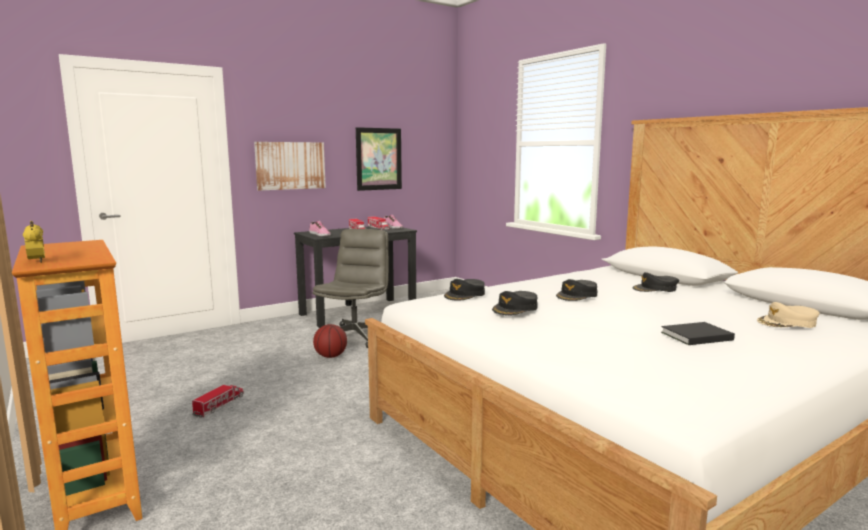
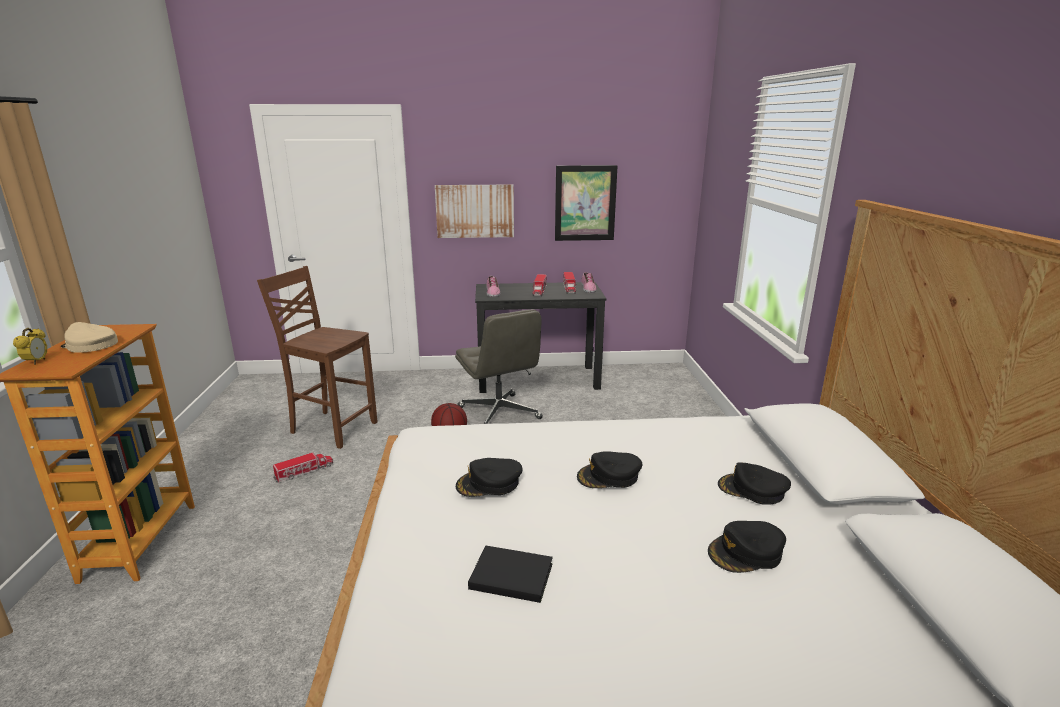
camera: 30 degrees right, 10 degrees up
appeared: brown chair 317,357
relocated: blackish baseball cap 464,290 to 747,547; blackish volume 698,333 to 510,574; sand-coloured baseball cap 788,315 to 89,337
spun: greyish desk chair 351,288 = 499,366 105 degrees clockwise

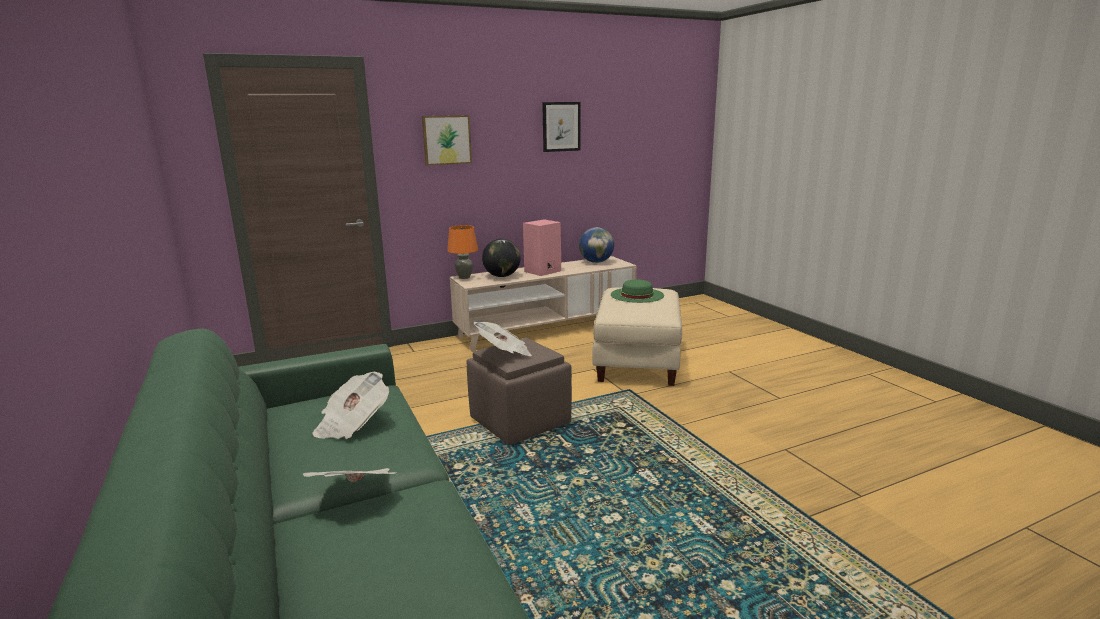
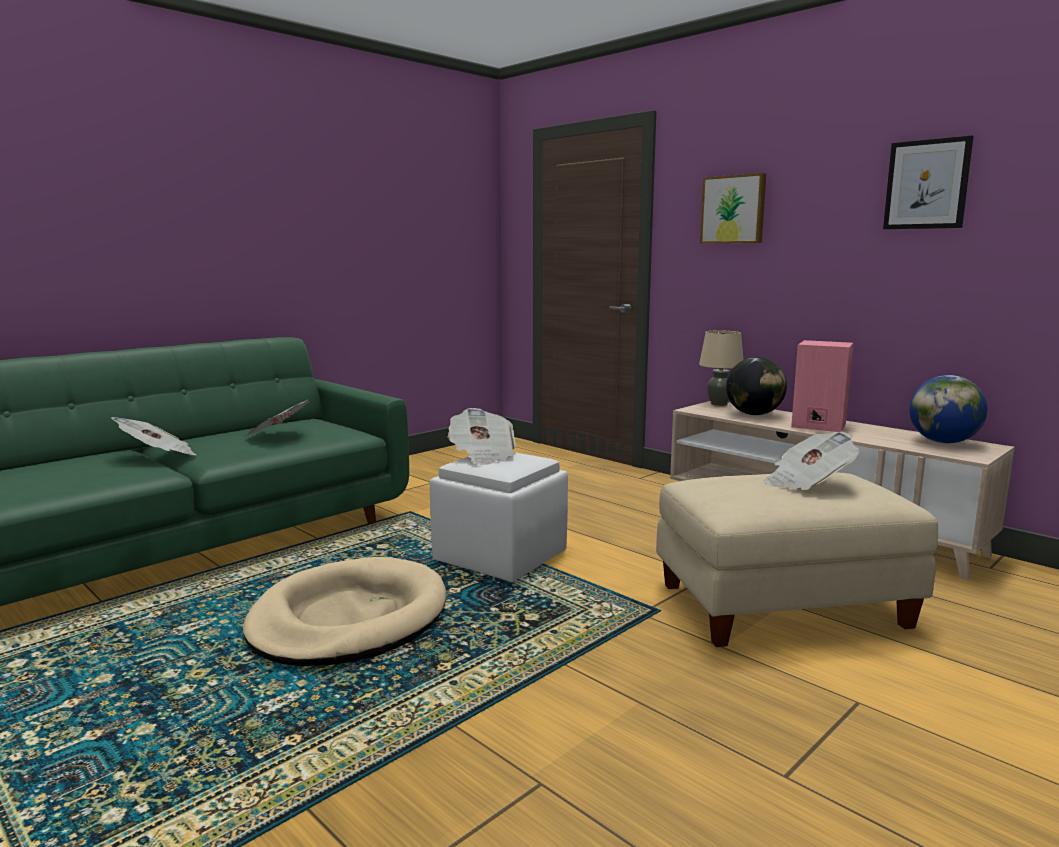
camera: 70 degrees right, 5 degrees down
appeared: sand-coloured pet bed 344,611
exchanged: greenish wearable hat 637,291 to printed paper 811,461
colour: orangey tabletop lamp 462,252 to sand-coloured tabletop lamp 721,368; brown footrest 519,391 to white footrest 499,517

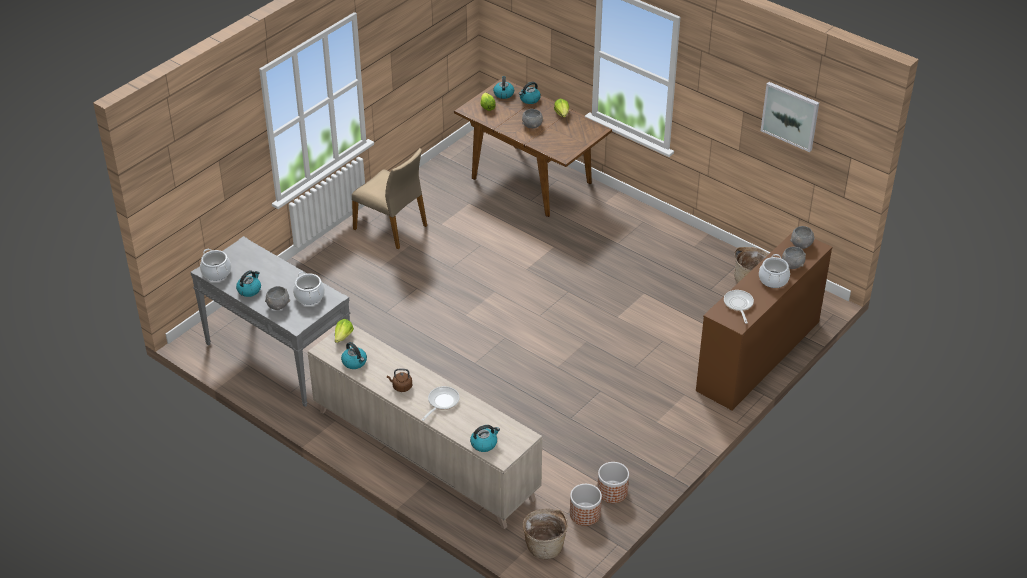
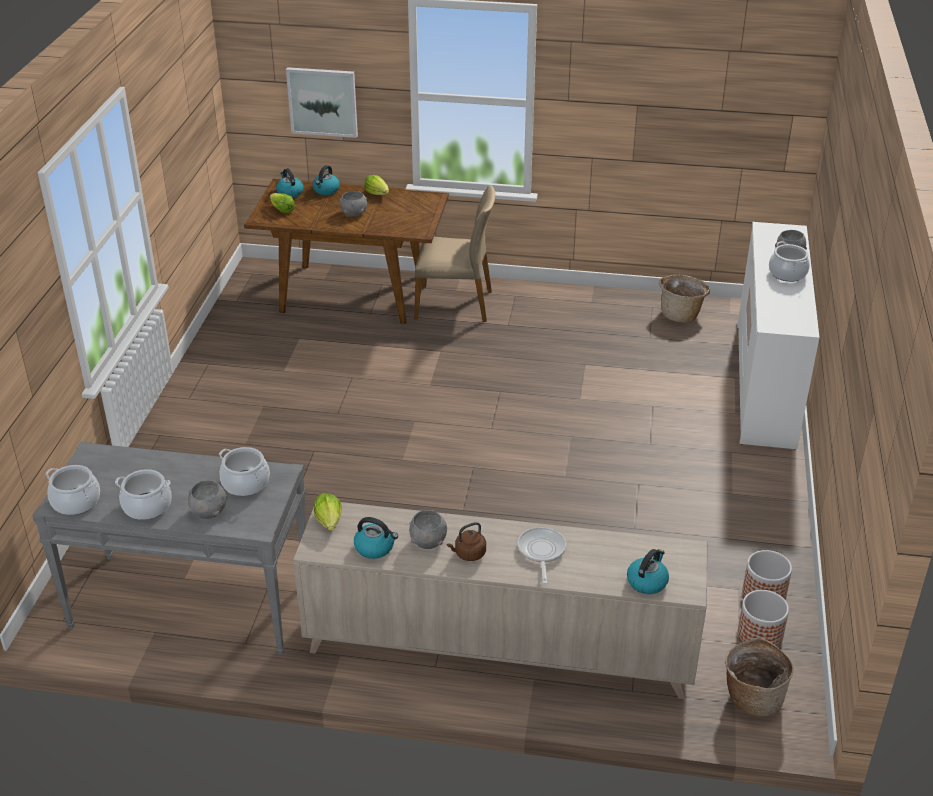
camera: 30 degrees left, 5 degrees down
missing: pan 739,306
relocated: sand-coloured chair 389,198 to 454,253; wall picture 790,117 to 322,102; greyish serving bowl 802,237 to 428,529
exchanged: kettle 248,284 to saucepot 143,494
colour: brown drawer chest 764,321 to white drawer chest 778,336

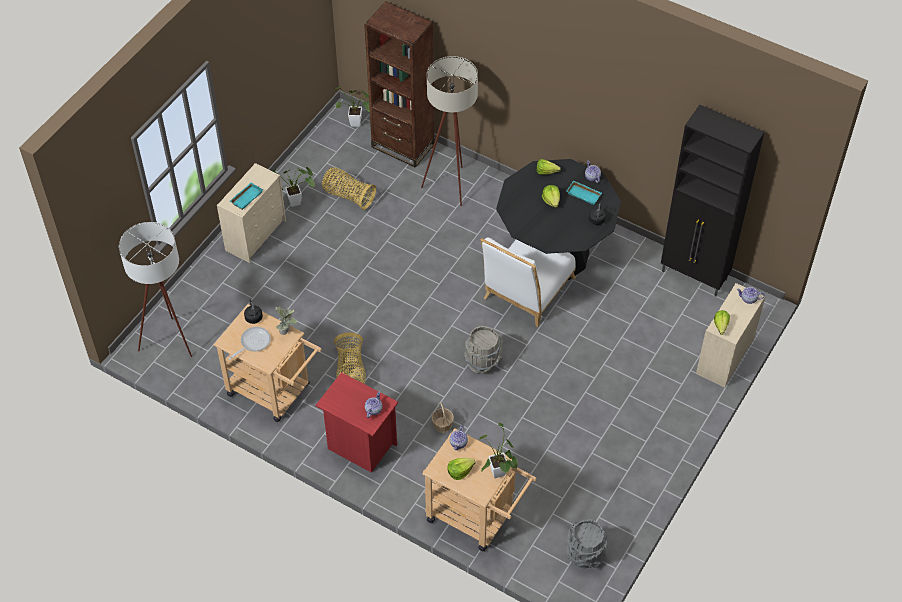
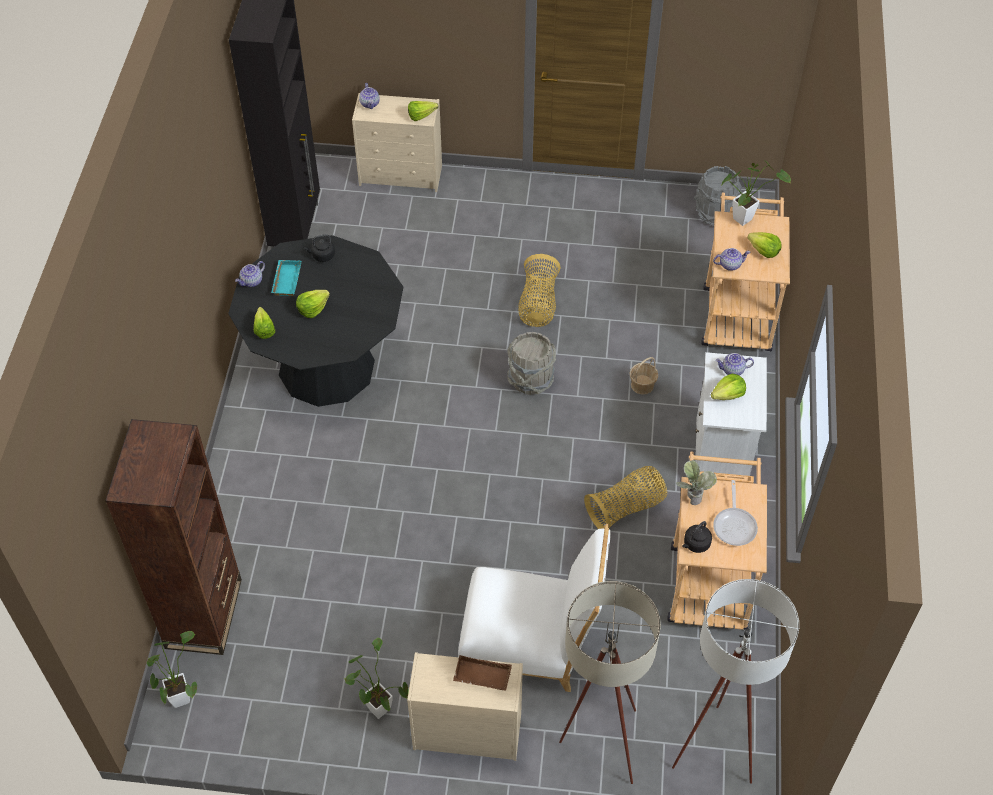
camera: 115 degrees left, 0 degrees up
appeared: lettuce 728,387
relocated: household basket 349,188 to 540,290; sand-coloured standard lamp 449,131 to 610,682; white chair 528,282 to 534,608
colour: turquoise-coloured carrying tray 246,196 to brown carrying tray 482,672; reddish nightstand 357,422 to white nightstand 731,414
spun: pan 249,343 = 735,513 105 degrees counterclockwise

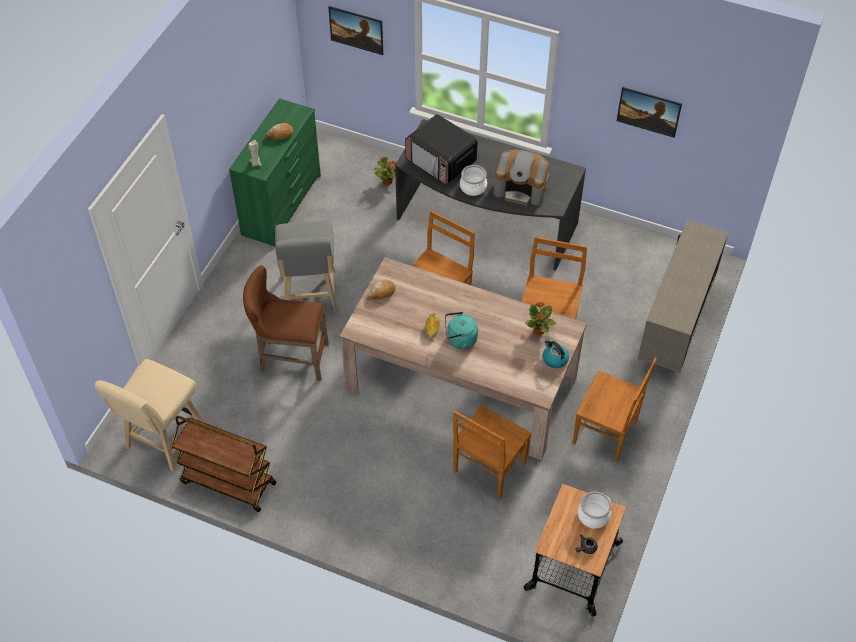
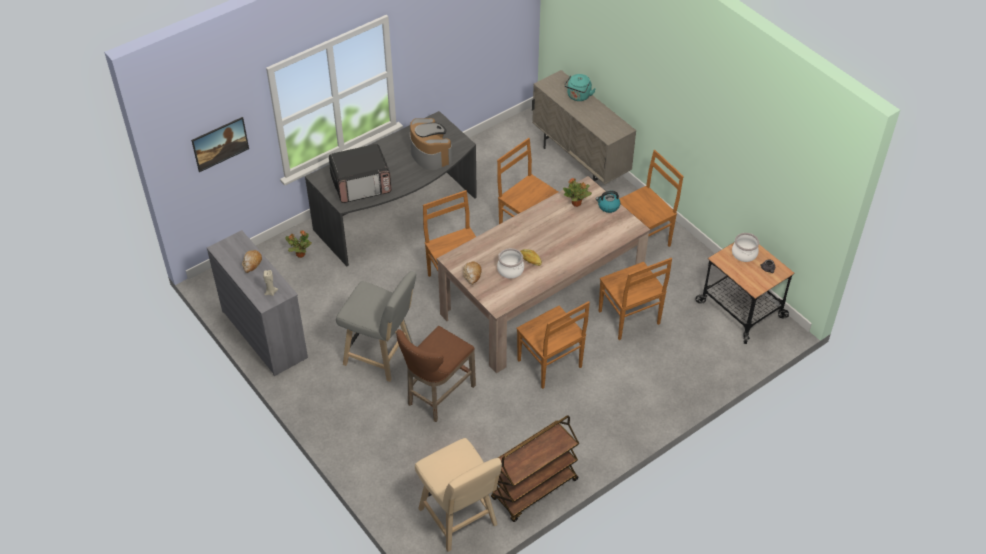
camera: 60 degrees left, 5 degrees down
missing: wall picture 649,112
appeared: brown chair 553,345
relocated: turquoise-coloured kettle 461,330 to 579,87; saucepot 473,180 to 510,263
colour: greenish drawer chest 275,172 to greyish drawer chest 257,303
spun: coffee machine 521,178 = 431,144 75 degrees counterclockwise

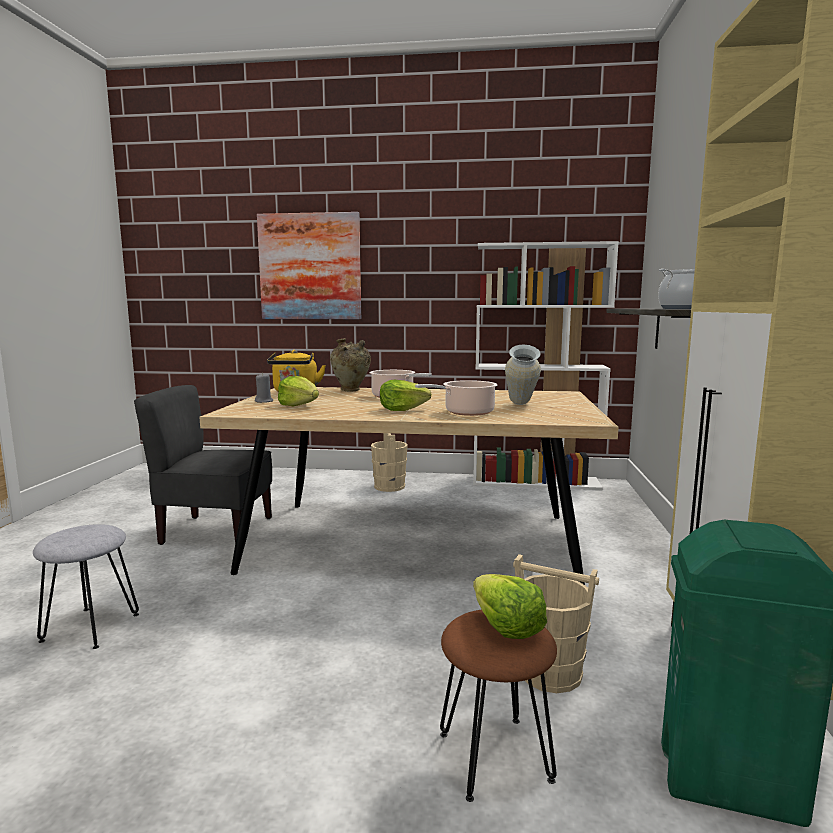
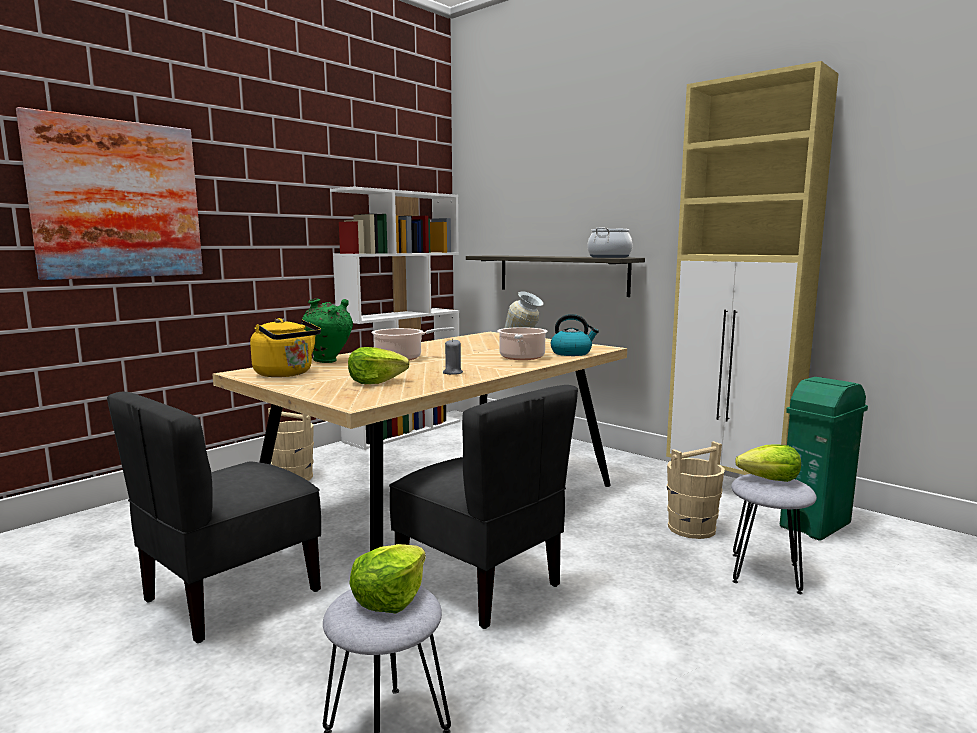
camera: 55 degrees left, 0 degrees up
appeared: greyish chair 483,507; kettle 575,335
relocated: greyish wax candle 264,388 to 453,357; lettuce 406,395 to 387,578
colour: sand-coloured flower vase 350,365 to greenish flower vase 327,331; brown stool seat 498,706 to greyish stool seat 774,534

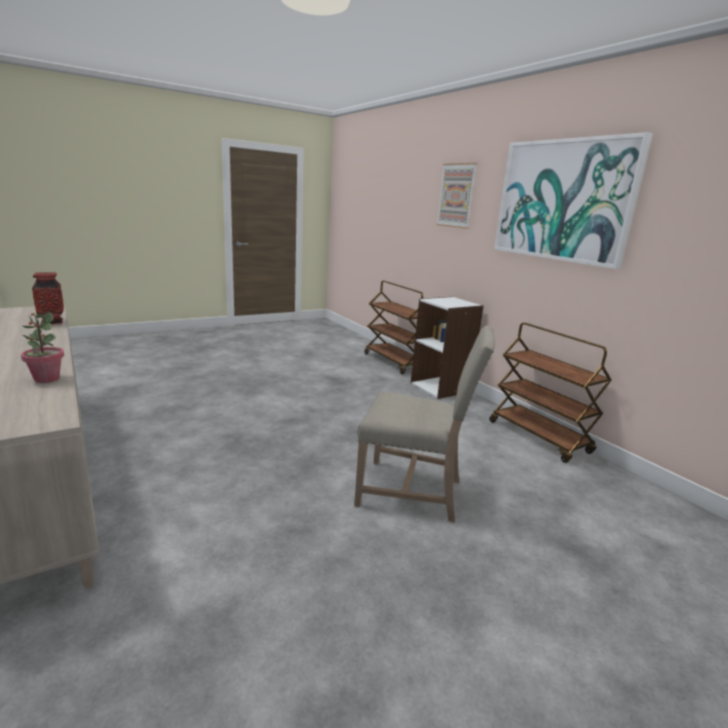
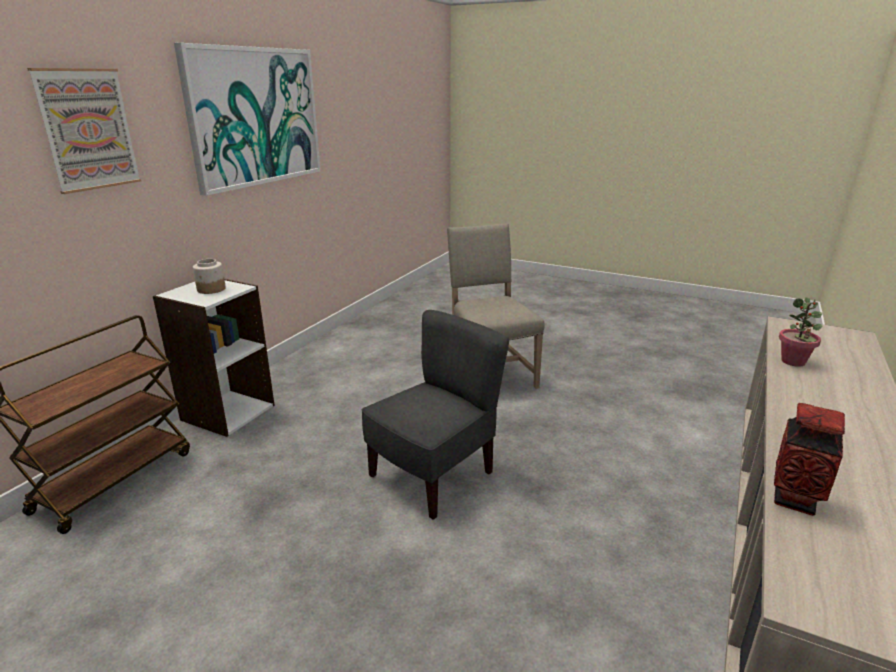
camera: 120 degrees left, 5 degrees up
missing: brown wheeled cart 550,393
appeared: jar 209,276; greyish chair 435,415

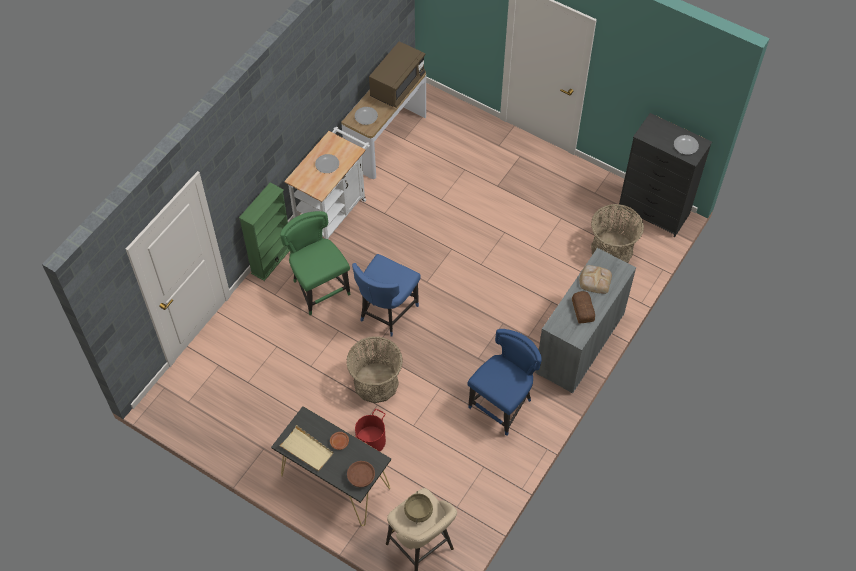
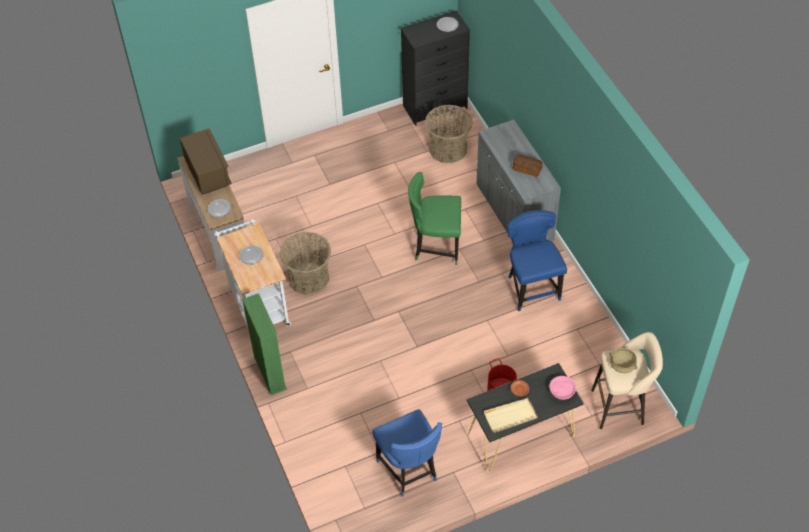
camera: 55 degrees left, 5 degrees down
missing: bread 595,279
relocated: greenish chair 315,263 to 434,218; household basket 375,369 to 305,263; blue chair 386,295 to 407,452
colour: brown serving bowl 361,474 to pink serving bowl 562,388

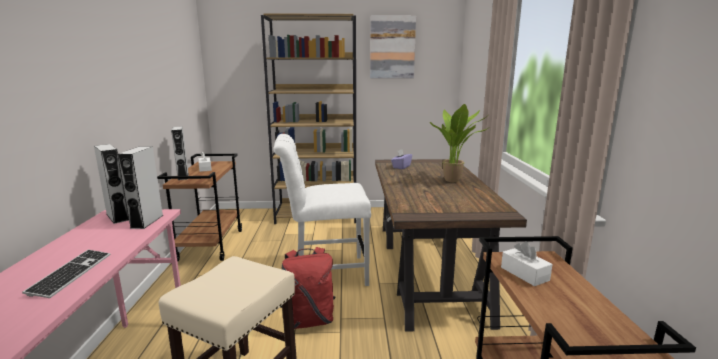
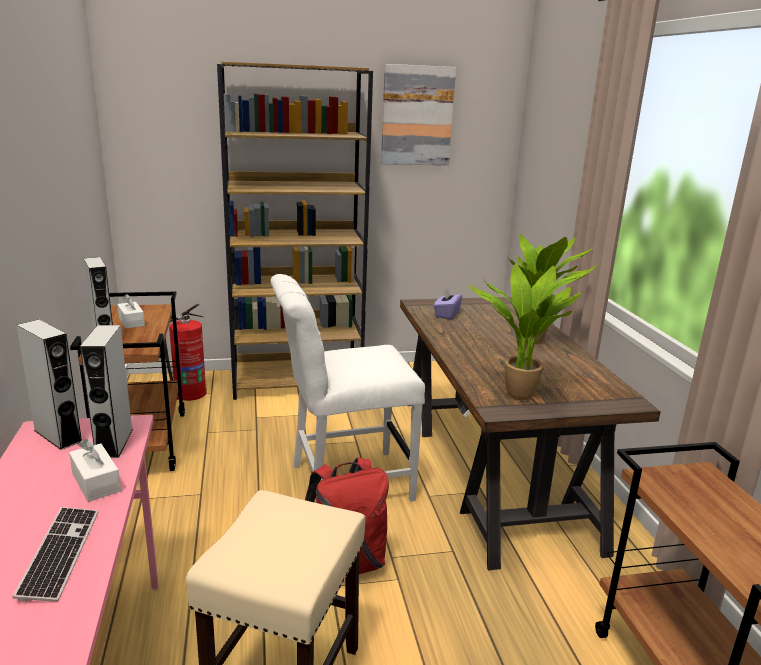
camera: 10 degrees left, 5 degrees up
appeared: extinguisher 185,352; houseplant 533,332
relocated: white box of tissues 527,263 to 95,470

